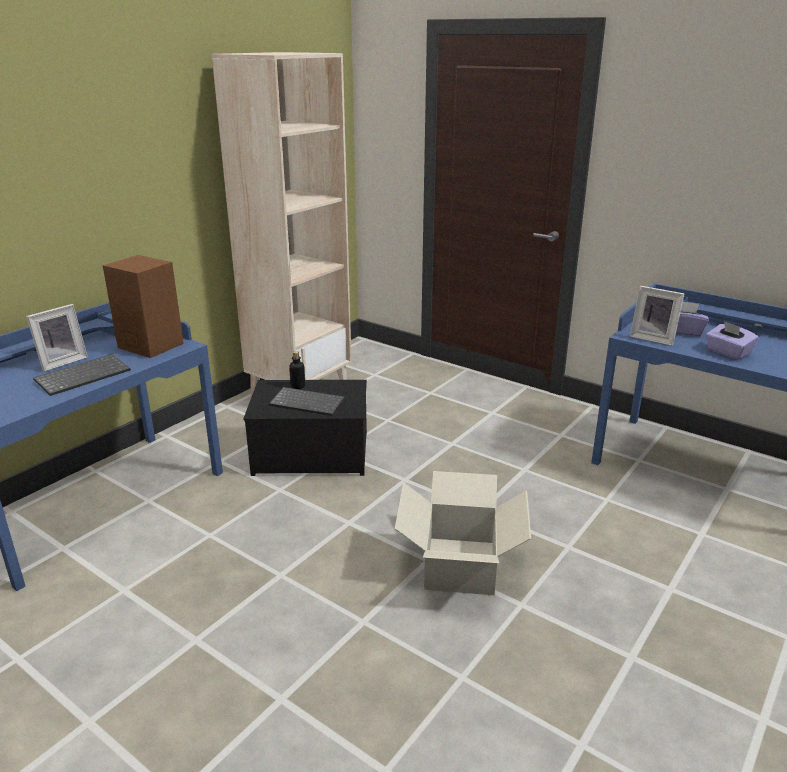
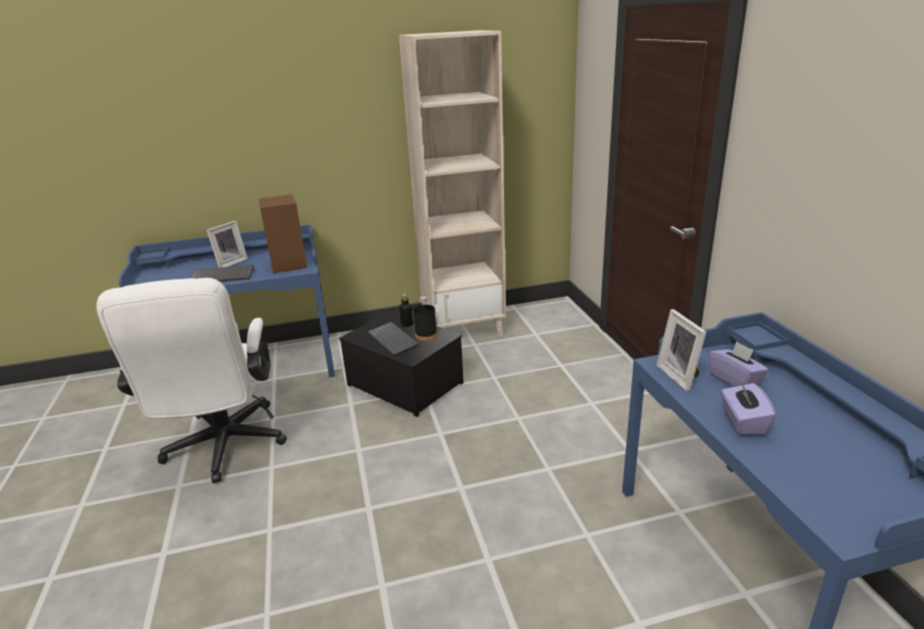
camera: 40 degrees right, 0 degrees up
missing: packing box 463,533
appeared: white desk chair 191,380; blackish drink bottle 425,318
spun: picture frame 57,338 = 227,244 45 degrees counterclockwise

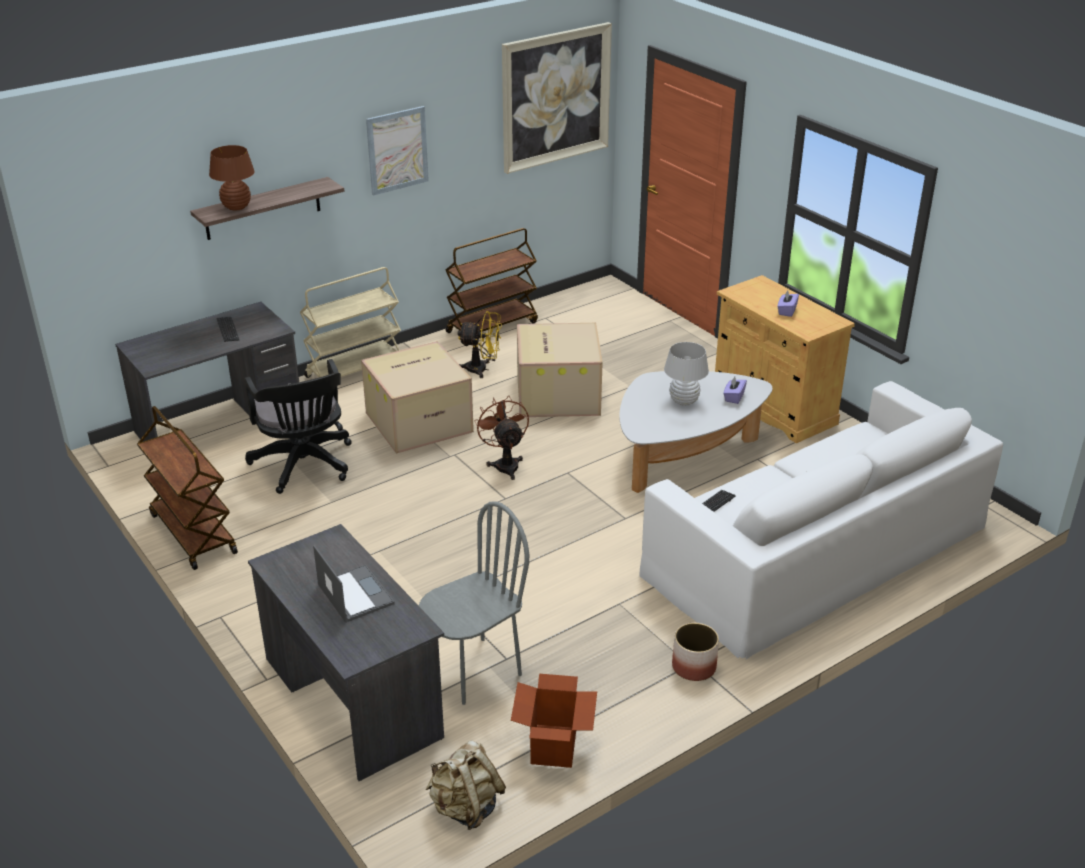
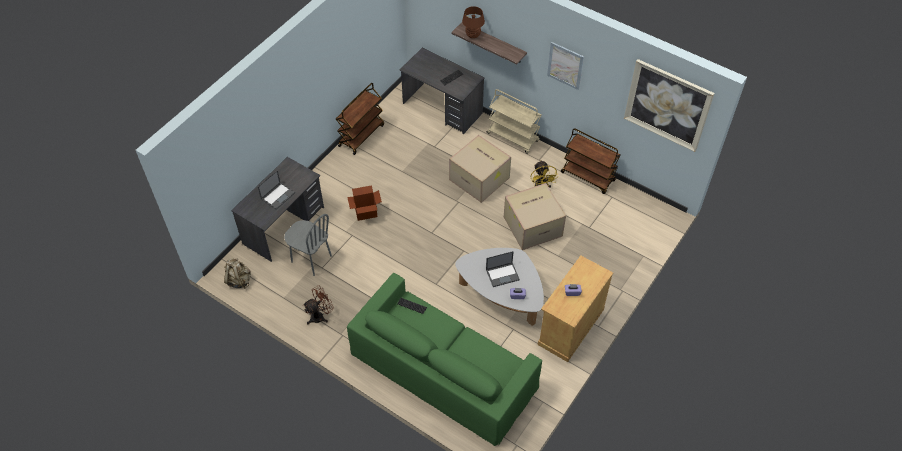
camera: 70 degrees right, 20 degrees up
missing: blackish desk chair 297,426; plant pot 695,652
relocated: brown cooling fan 502,438 to 319,304; packing box 554,721 to 364,203
exchanged: white tabletop lamp 686,374 to portable computer 503,269
colour: white settee 821,520 to greenish settee 444,359

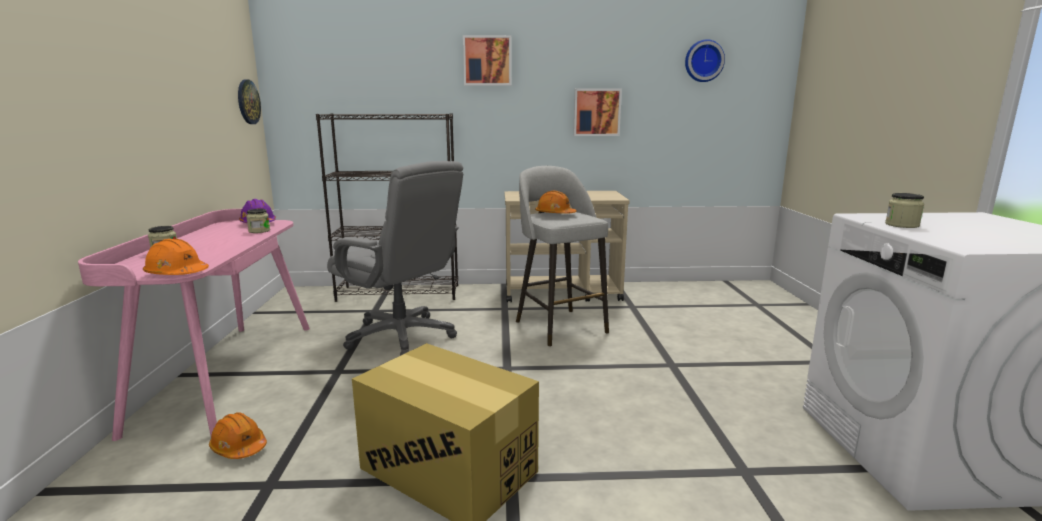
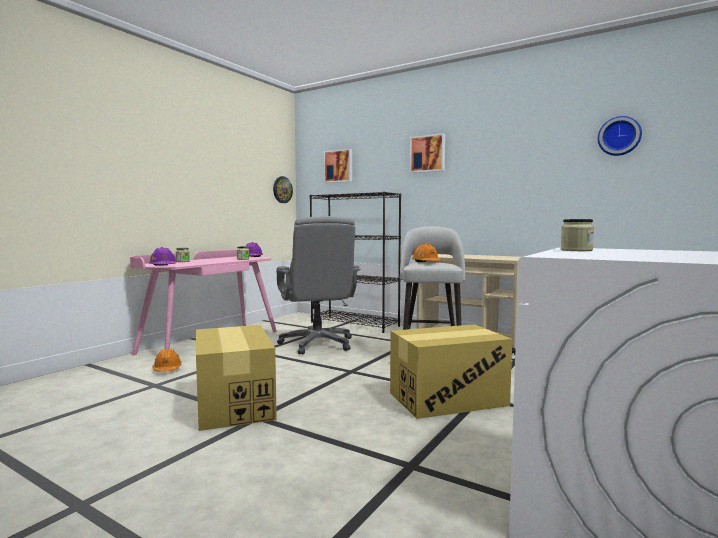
camera: 35 degrees right, 10 degrees down
appeared: packing box 451,371
relocated: wall picture 597,112 to 338,165
colour: orangey work helmet 176,257 to purplish work helmet 163,256

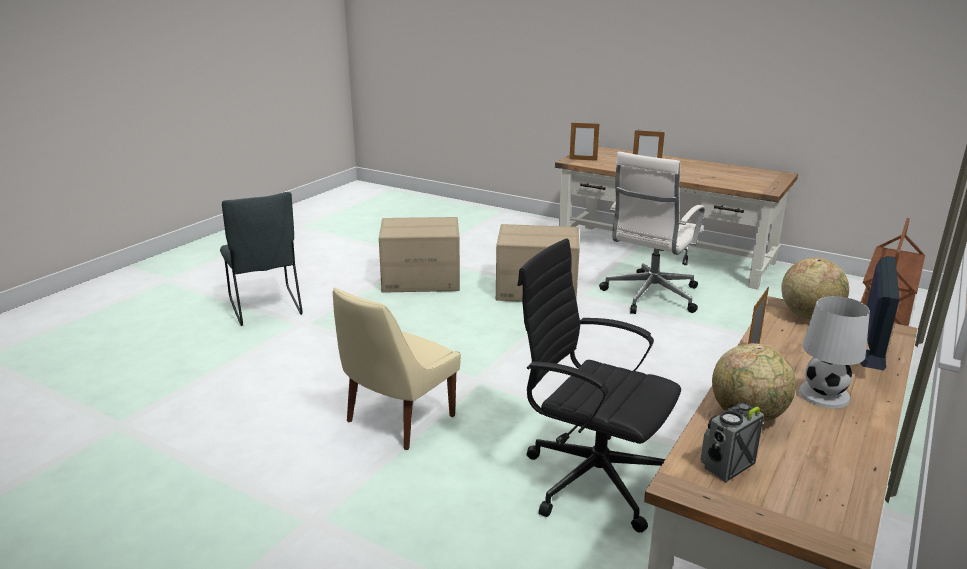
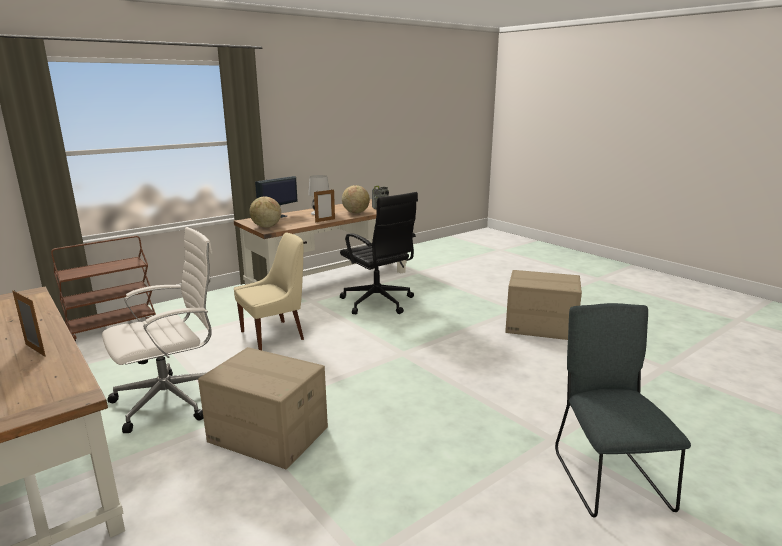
camera: 160 degrees left, 5 degrees down
missing: picture frame 584,142
relocated: sand-coloured chair 397,369 to 269,291; packing box 419,255 to 543,305

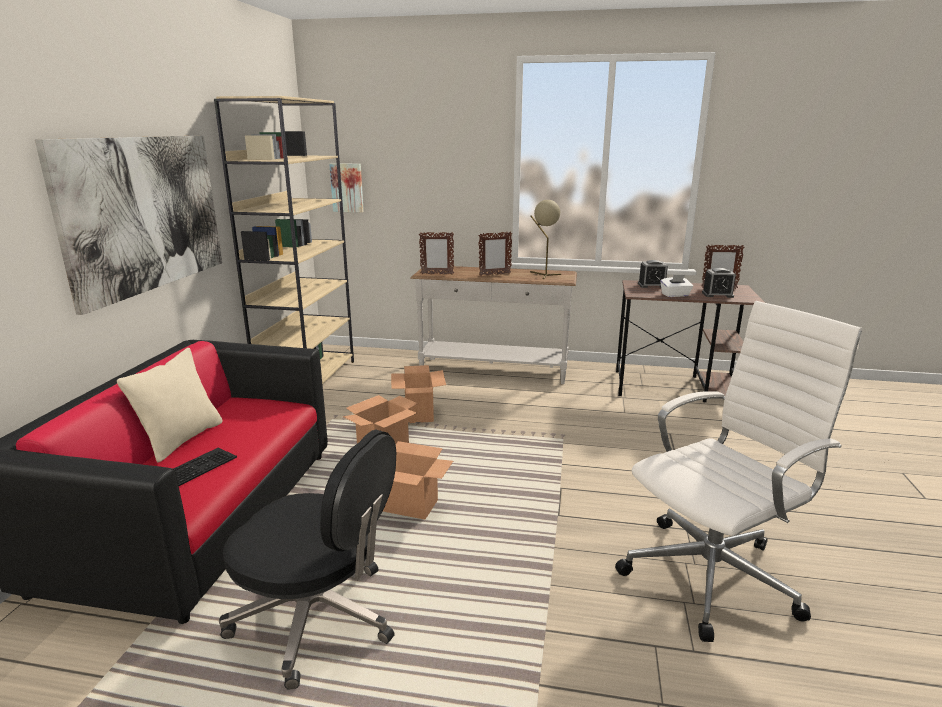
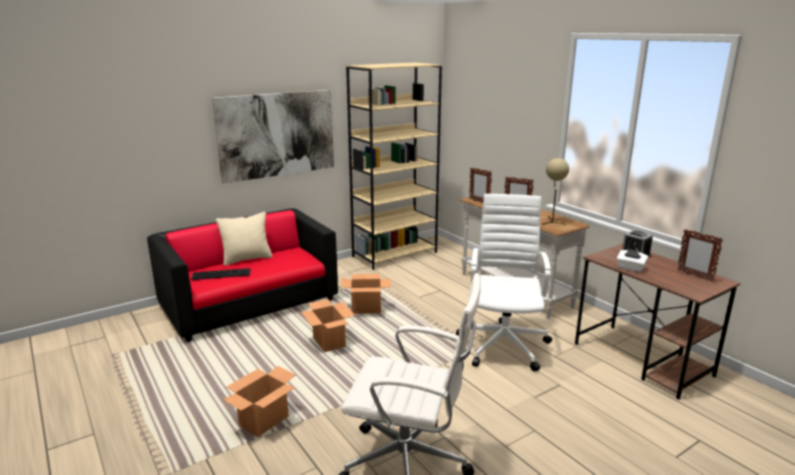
camera: 45 degrees right, 0 degrees up
missing: blackish desk chair 307,559; wall picture 346,188; table clock 719,283
appeared: white desk chair 504,283
relocated: packing box 418,394 to 259,401

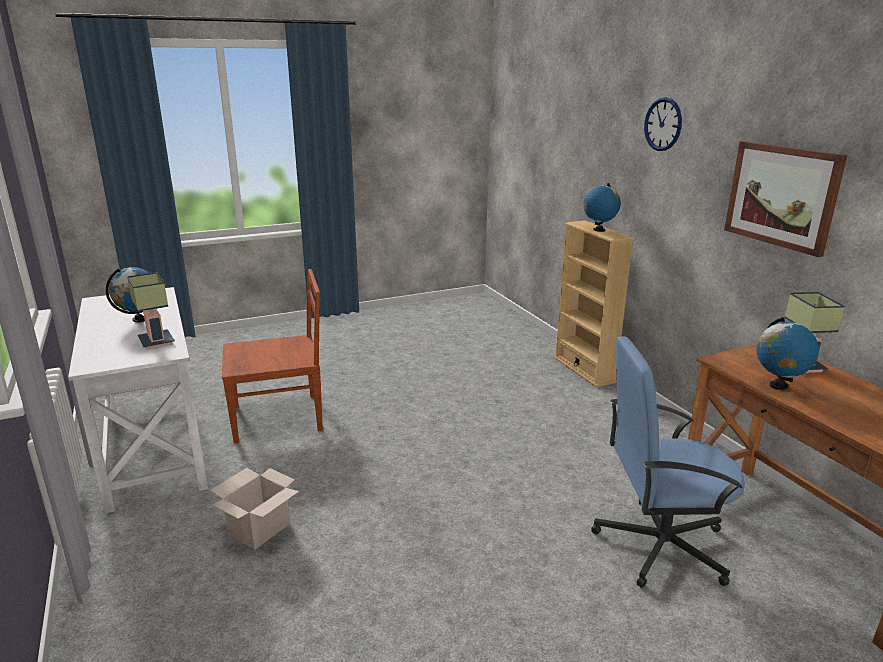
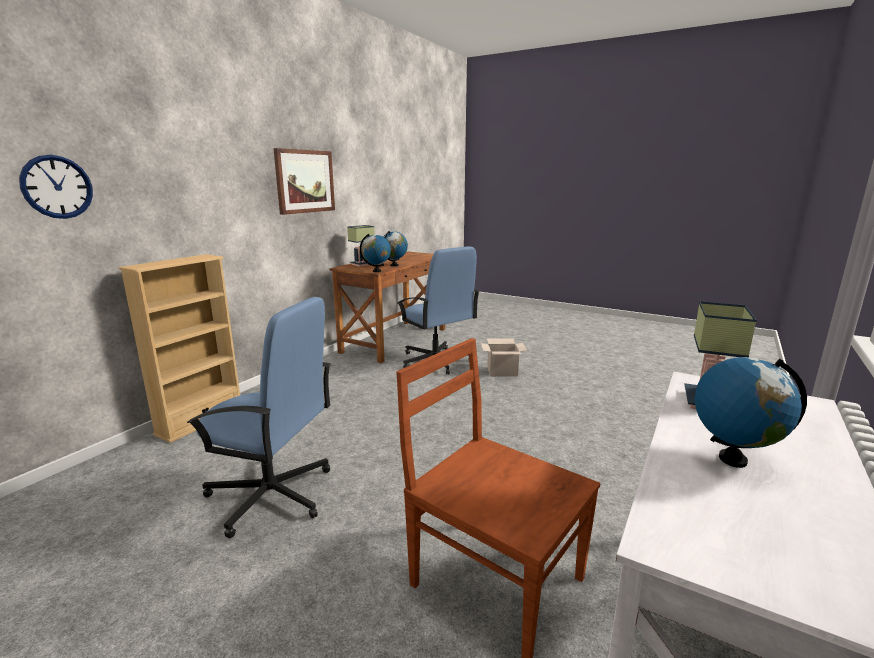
camera: 125 degrees left, 5 degrees down
appeared: blue desk chair 259,417
relocated: packing box 254,509 to 504,357; globe 602,207 to 375,253; clock on the wall 663,124 to 56,187

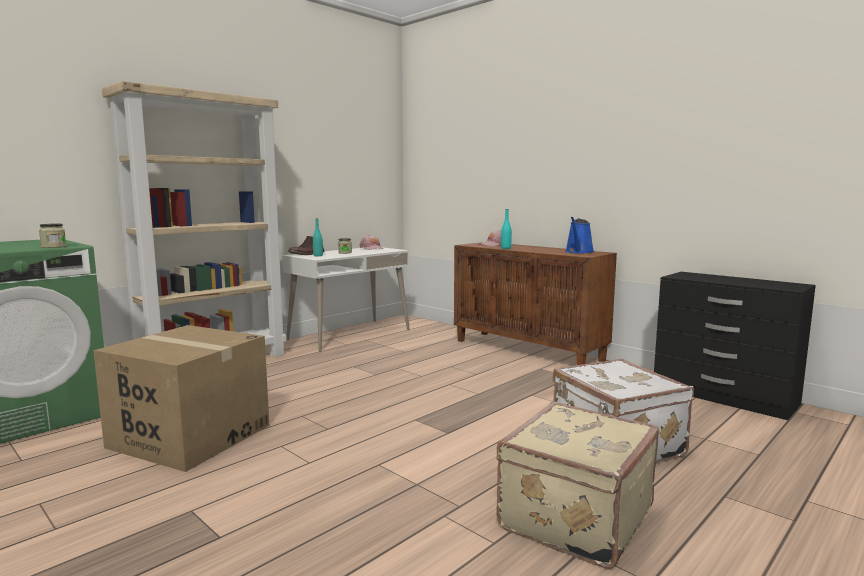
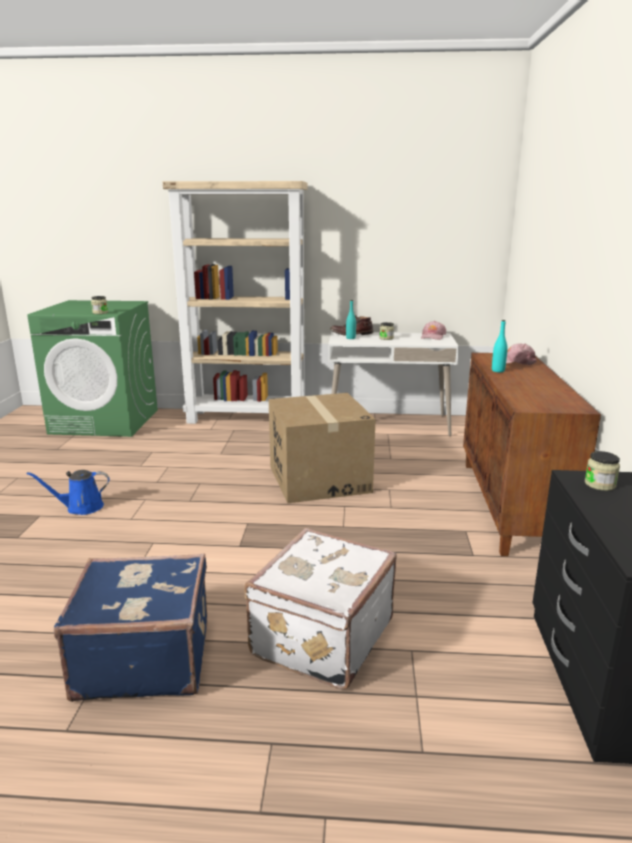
camera: 50 degrees right, 10 degrees up
appeared: jar 602,471
relocated: packing box 181,398 to 322,448; blue watering pot 579,235 to 68,492
colour: sand-coloured piece of luggage 577,485 to blue piece of luggage 131,627

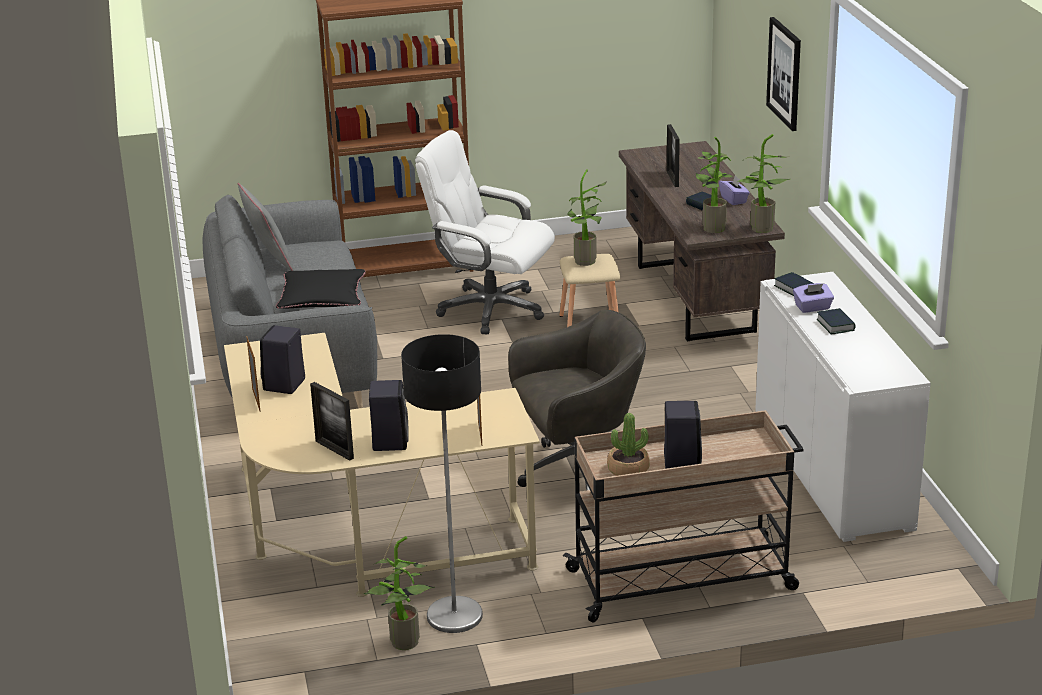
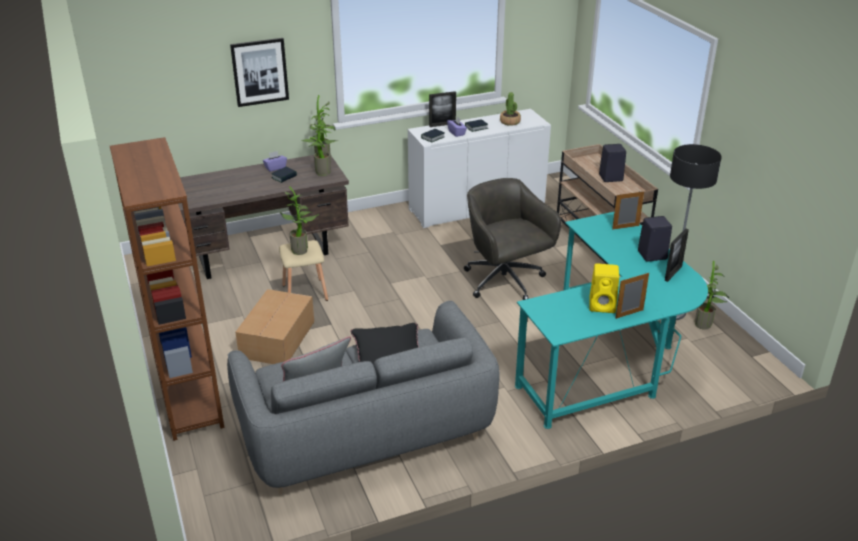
camera: 100 degrees left, 5 degrees up
relocated: houseplant 628,444 to 510,109; picture frame 673,155 to 442,109
exchanged: white desk chair 485,232 to packing box 274,326
colour: sand-coloured desk 382,465 to turquoise-coloured desk 611,320; blackish loudspeaker 282,359 to yellow-coloured loudspeaker 604,288

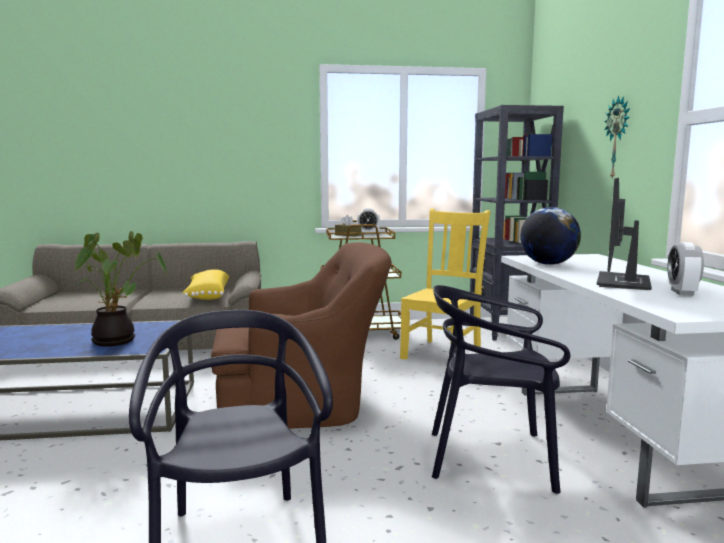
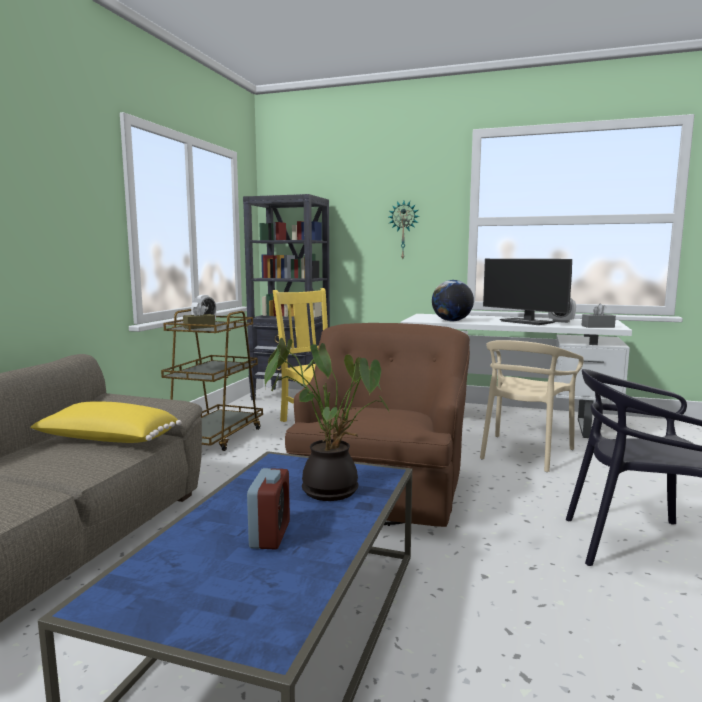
camera: 65 degrees left, 0 degrees up
appeared: table clock 268,509; greyish box of tissues 598,315
colour: blackish chair 501,389 to sand-coloured chair 532,406

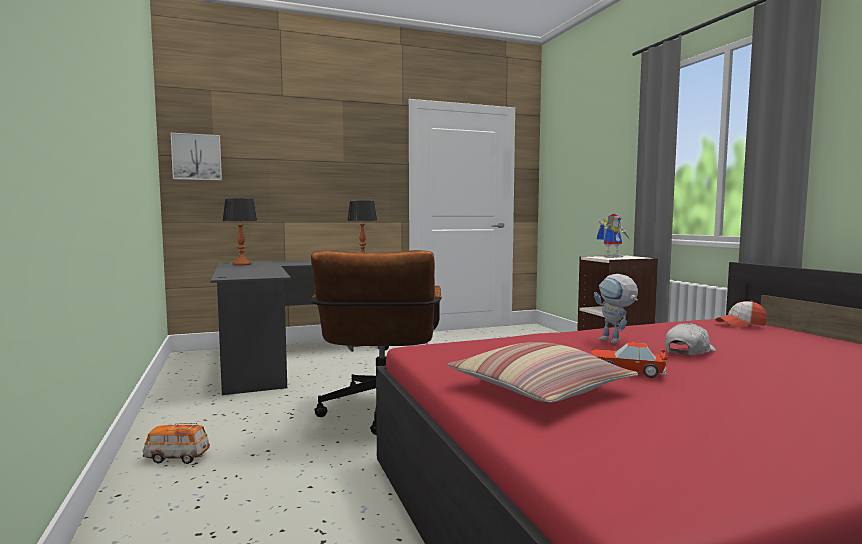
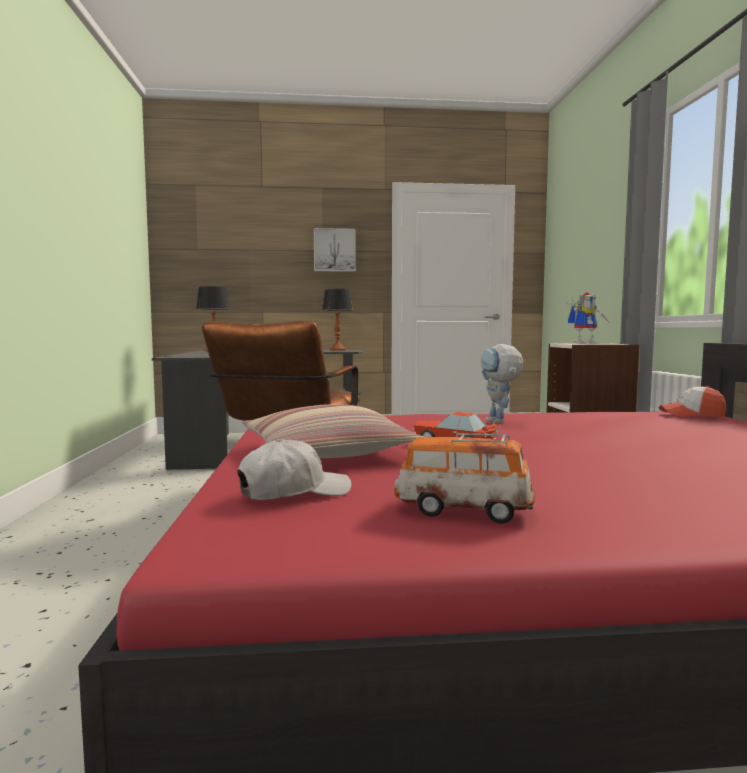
camera: 15 degrees right, 0 degrees up
relocated: model car 176,443 to 464,478; wall picture 196,156 to 335,250; white baseball cap 690,339 to 294,469

